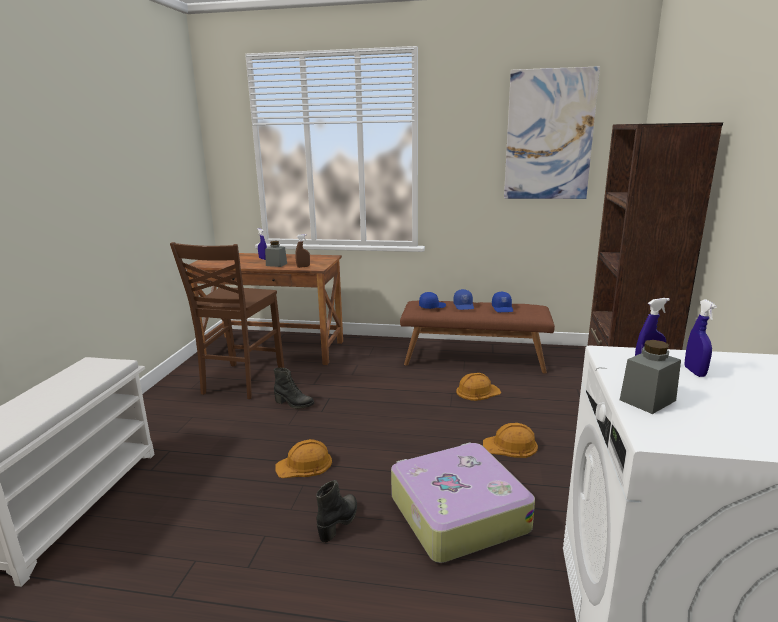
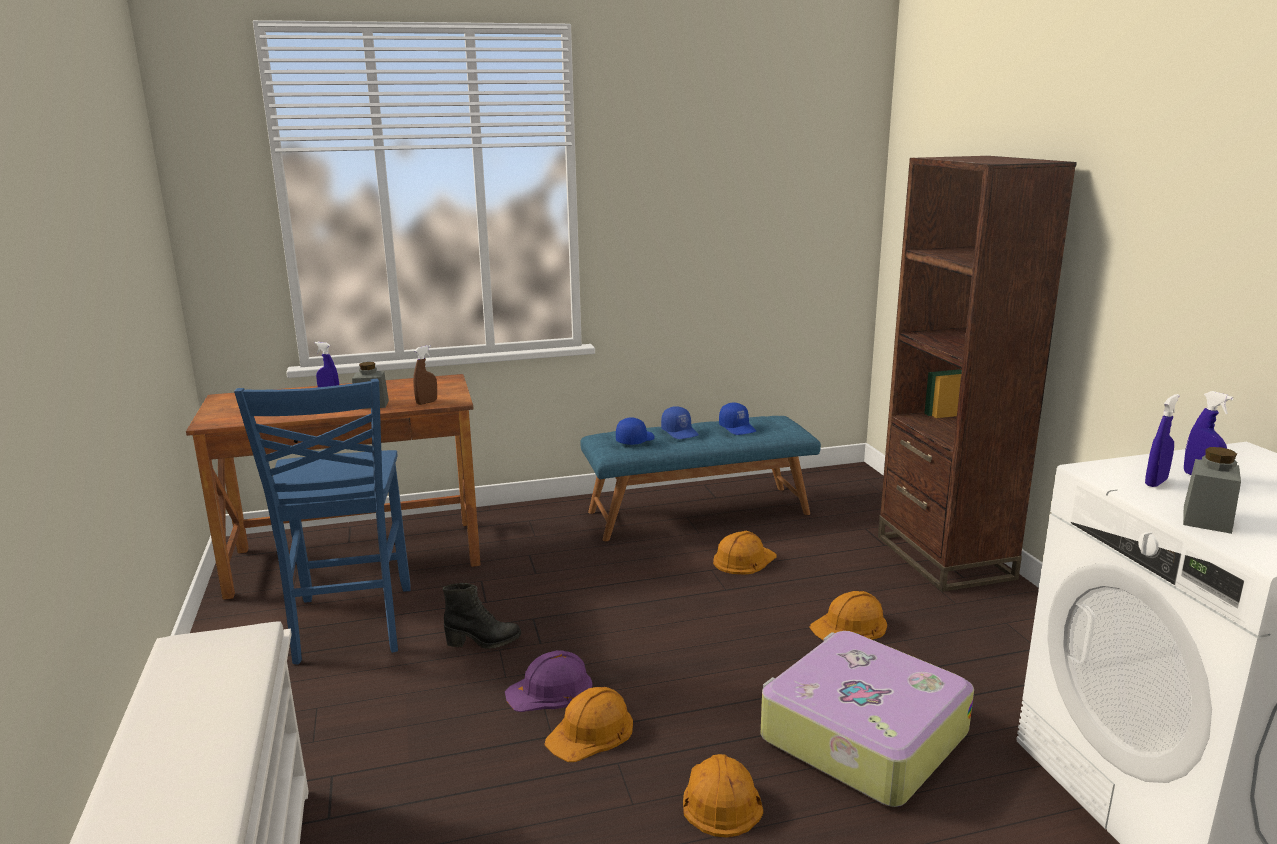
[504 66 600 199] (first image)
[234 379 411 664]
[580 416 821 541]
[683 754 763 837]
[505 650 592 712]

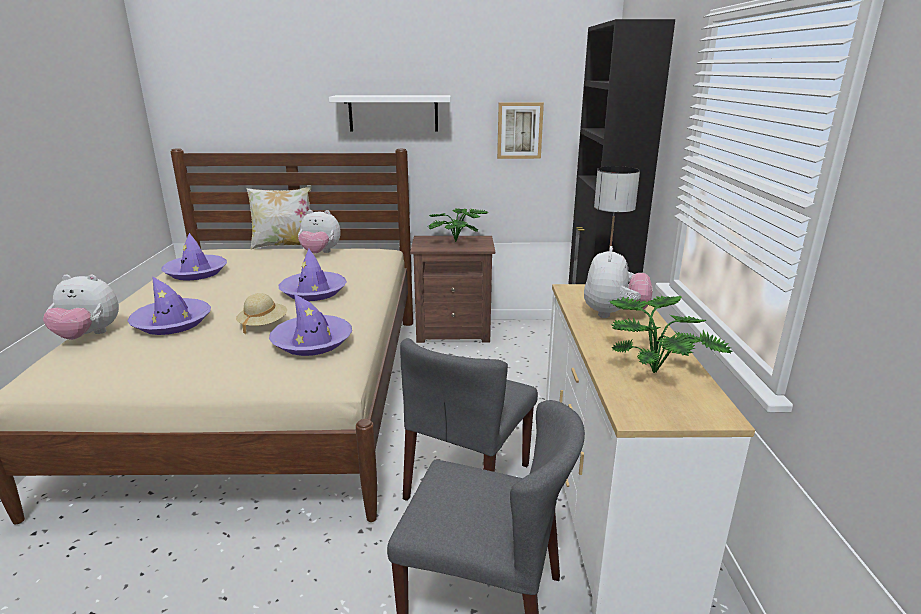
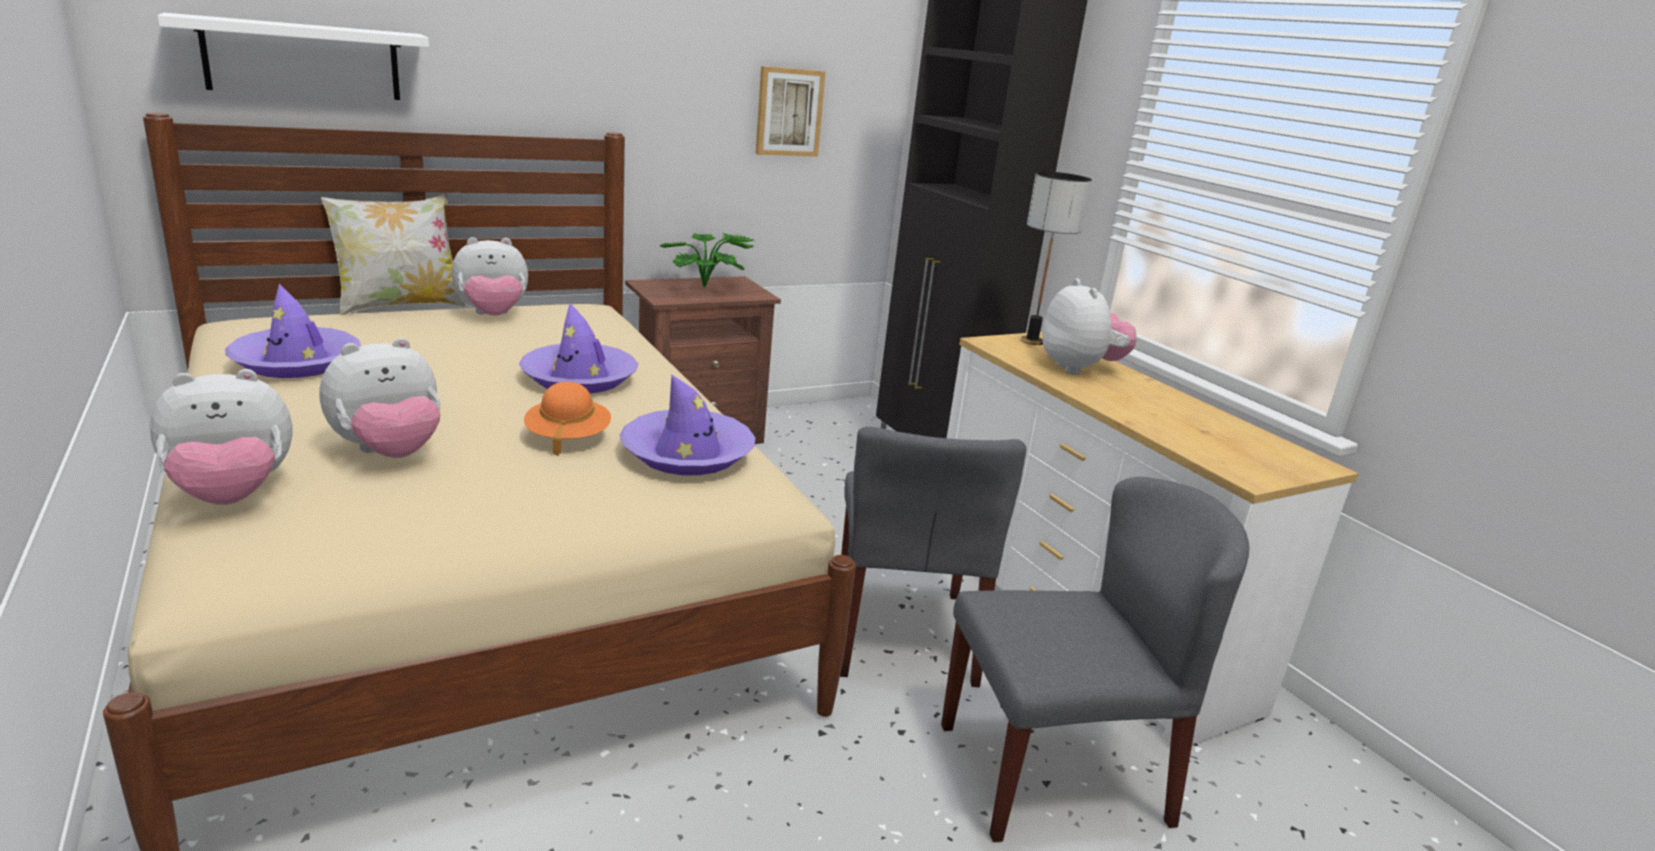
[157 13 429 100]
[319 338 441 458]
[524 382 611 456]
[609 296 733 373] (first image)

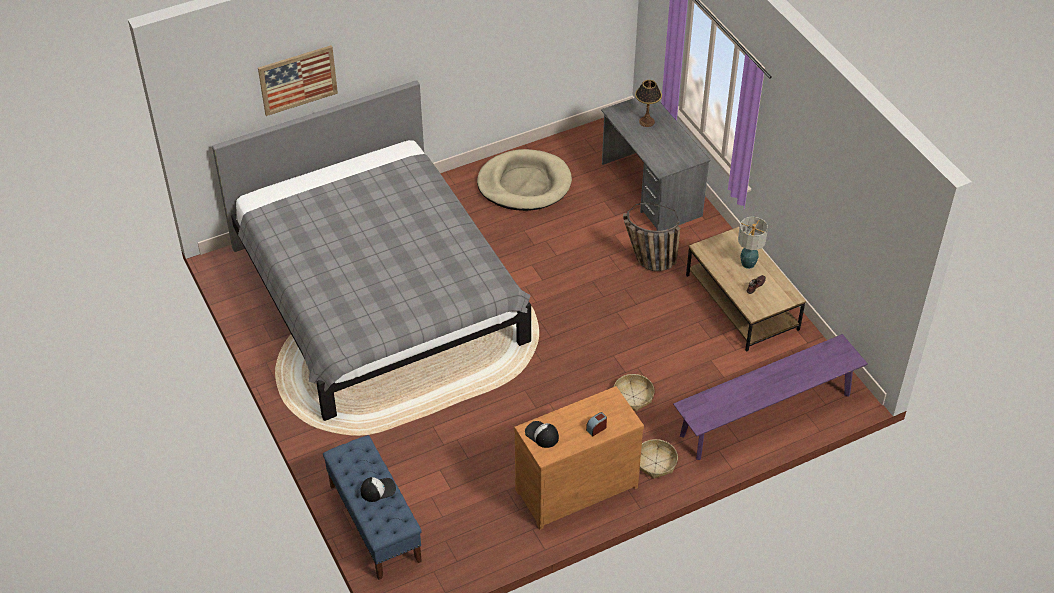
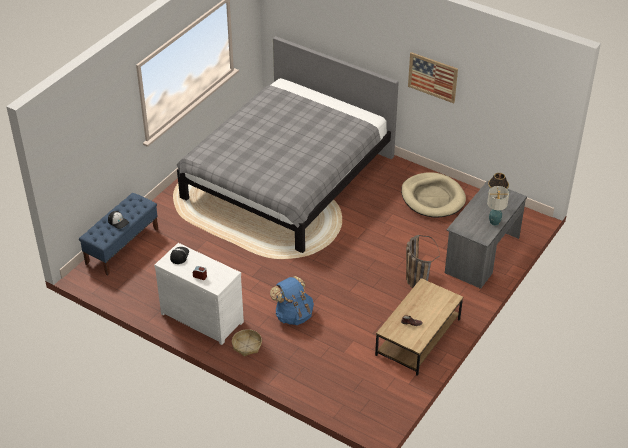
[408 52 458 103]
[487 186 509 226]
[673 334 868 460] (first image)
[270 276 314 325]
[154 243 244 345]

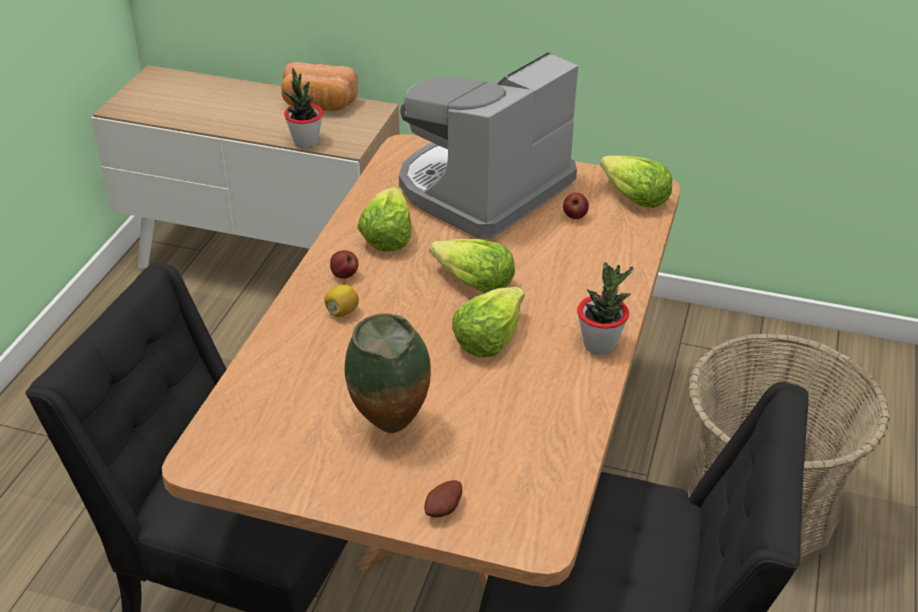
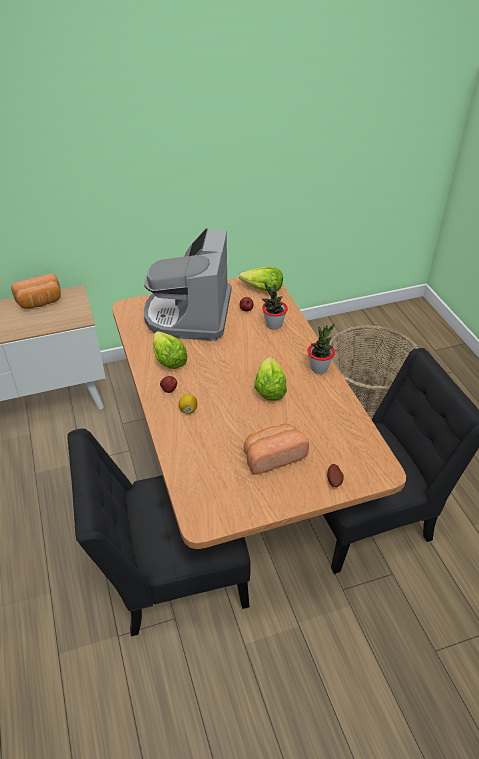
[262 283 288 330]
[430 239 515 292] (first image)
[244 424 309 475]

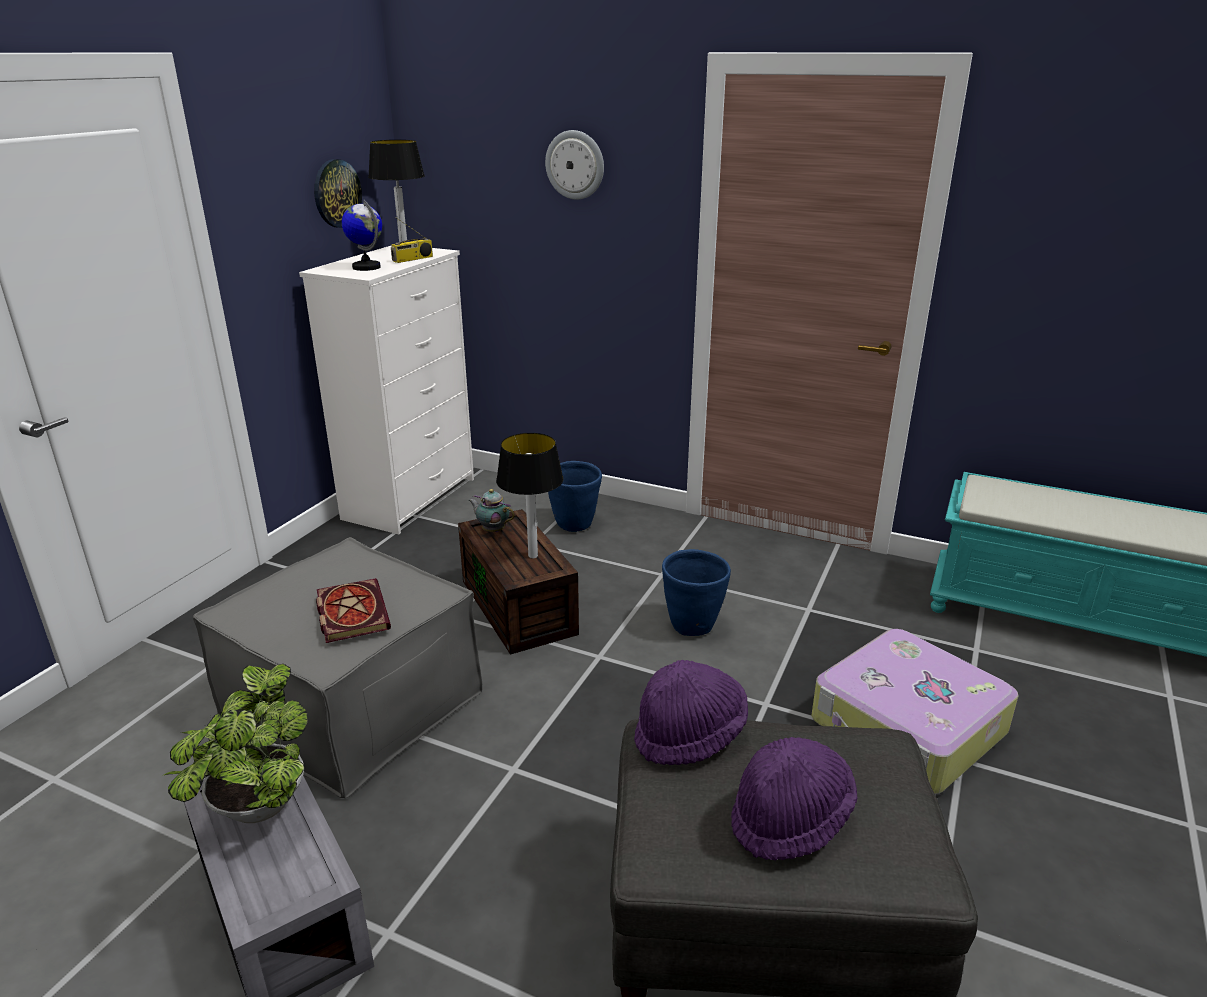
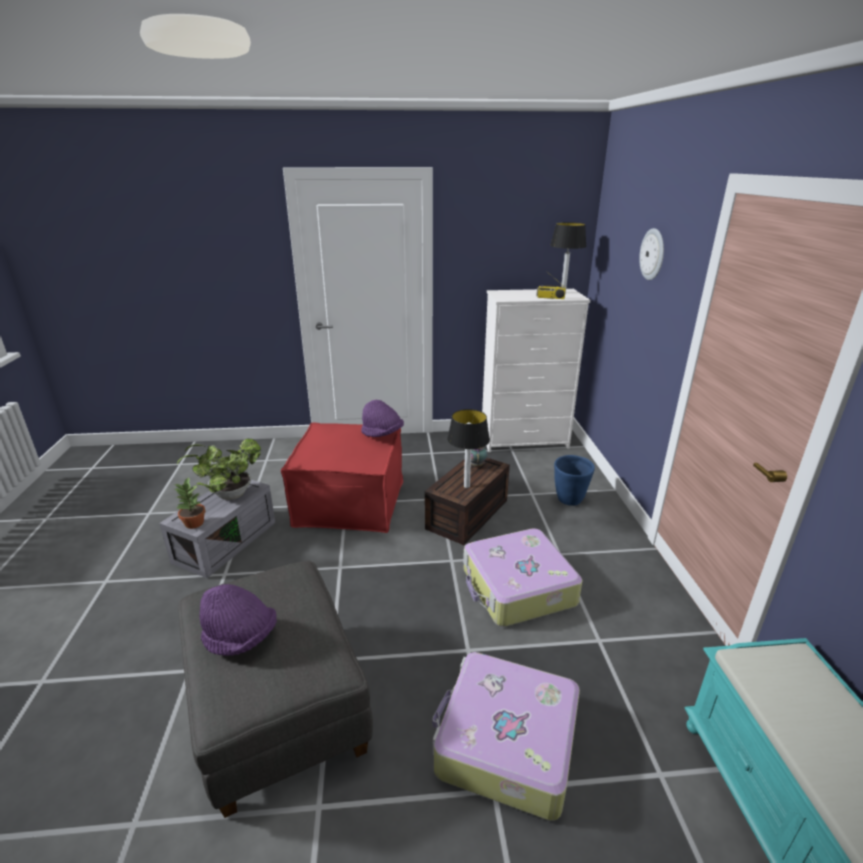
[314 159 362 228] (first image)
[342 200 382 271] (first image)
[281 423 403 533]
[463 528 582 627]
[316 578 391 643] (first image)
[361 400 404 437]
[175 478 205 529]

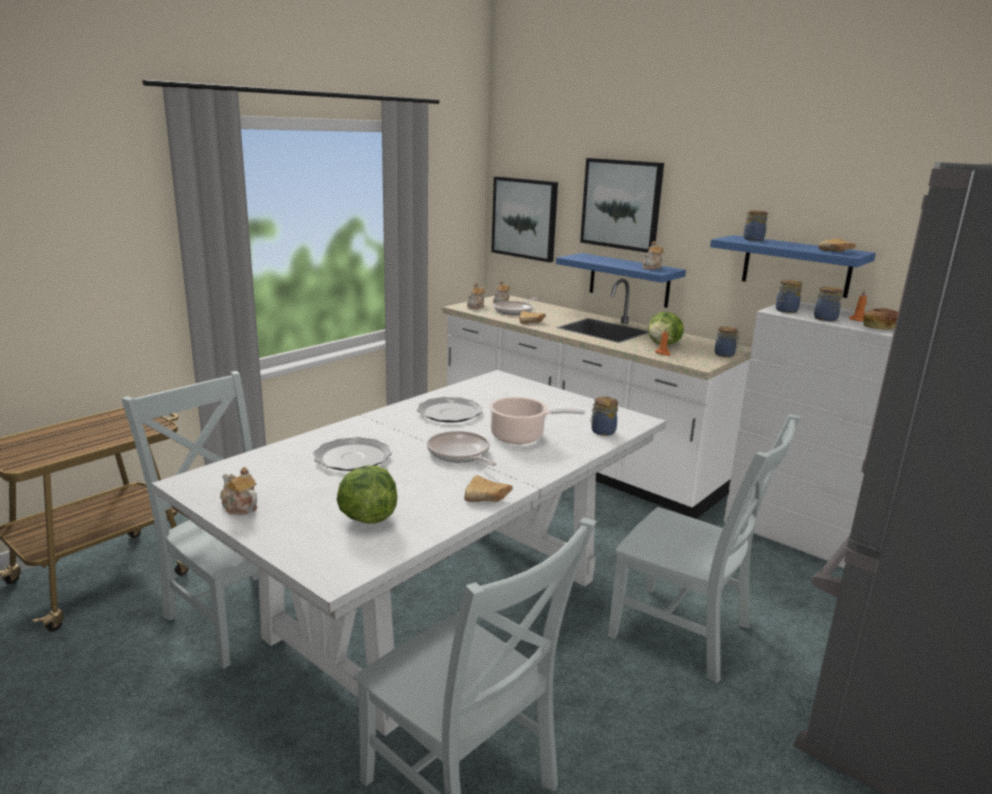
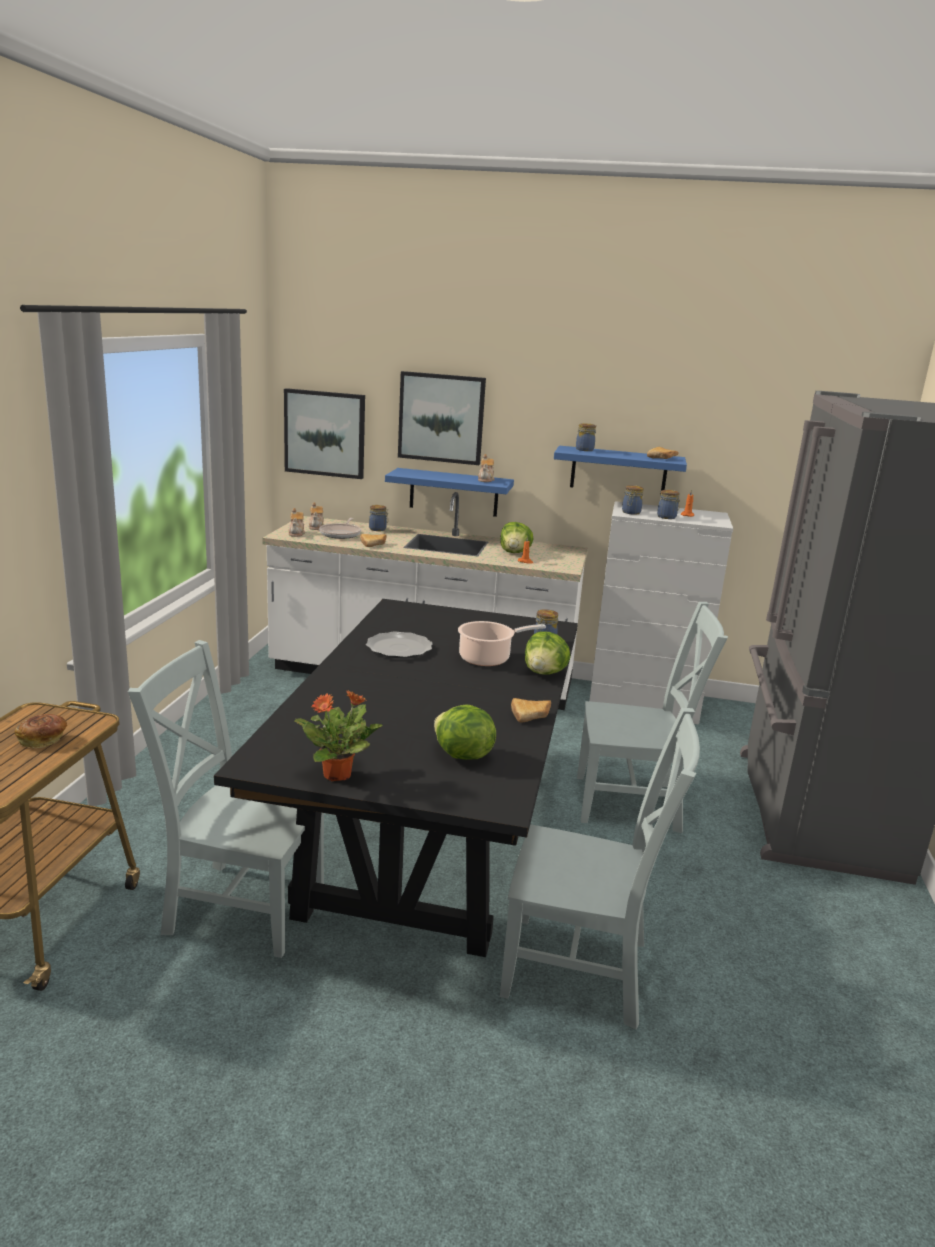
[15 714 67 748]
[369 505 389 531]
[214 599 578 957]
[427 431 497 466] (first image)
[313 437 392 471] (first image)
[294 690 382 781]
[525 631 570 675]

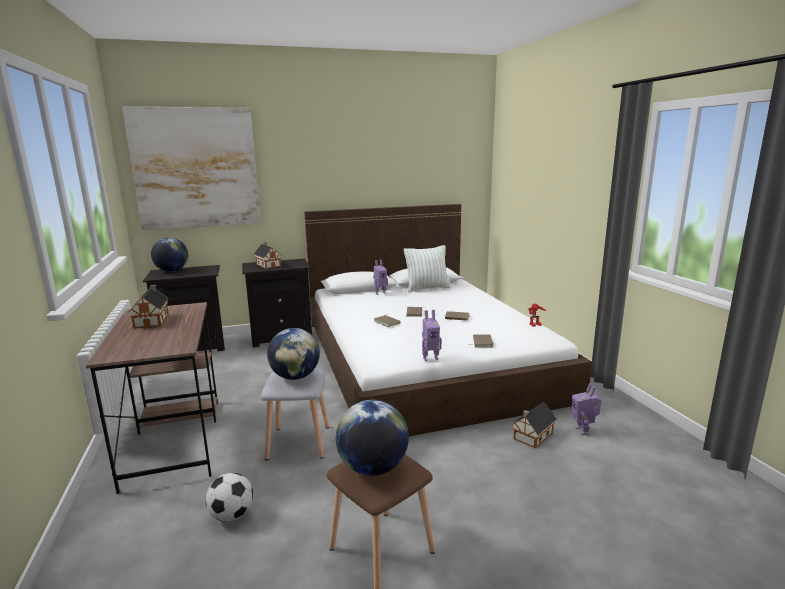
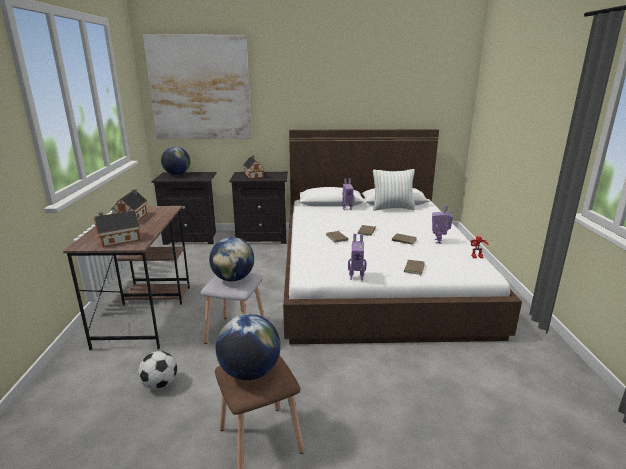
[432 204 453 244]
[94 210 140 247]

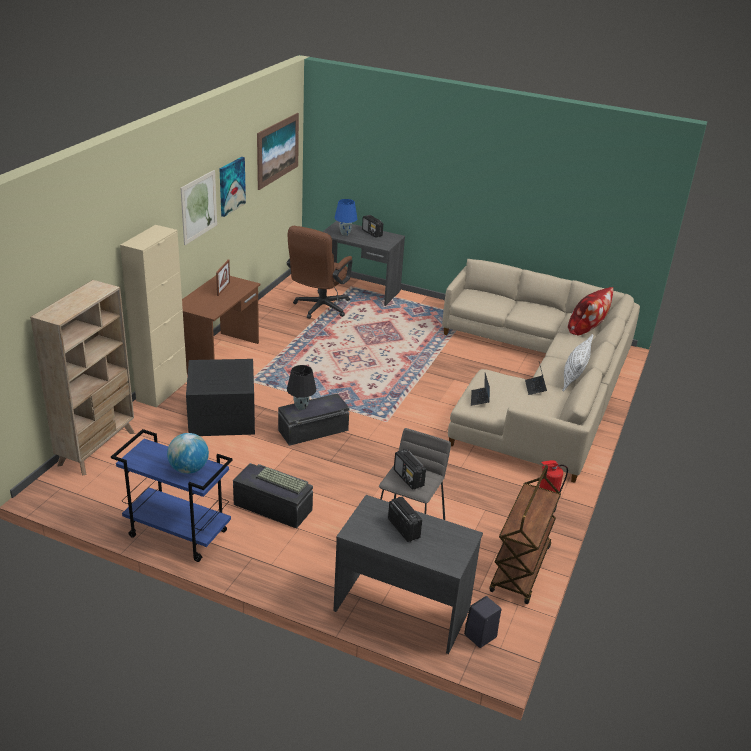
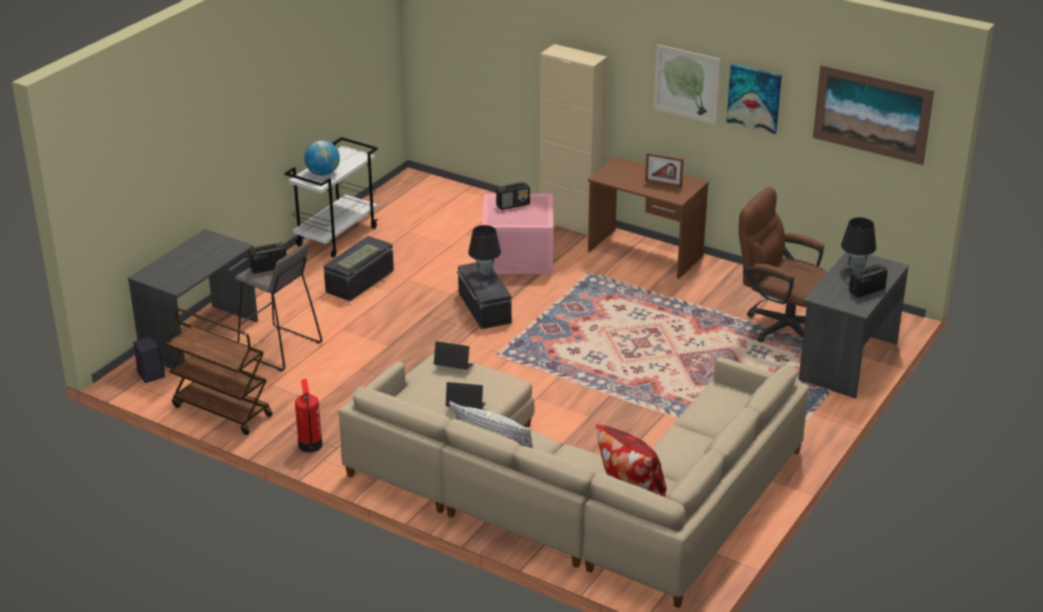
[841 217 876 271]
[30 280 135 475] (first image)
[482 194 553 274]
[284 137 378 258]
[496 182 530 210]

